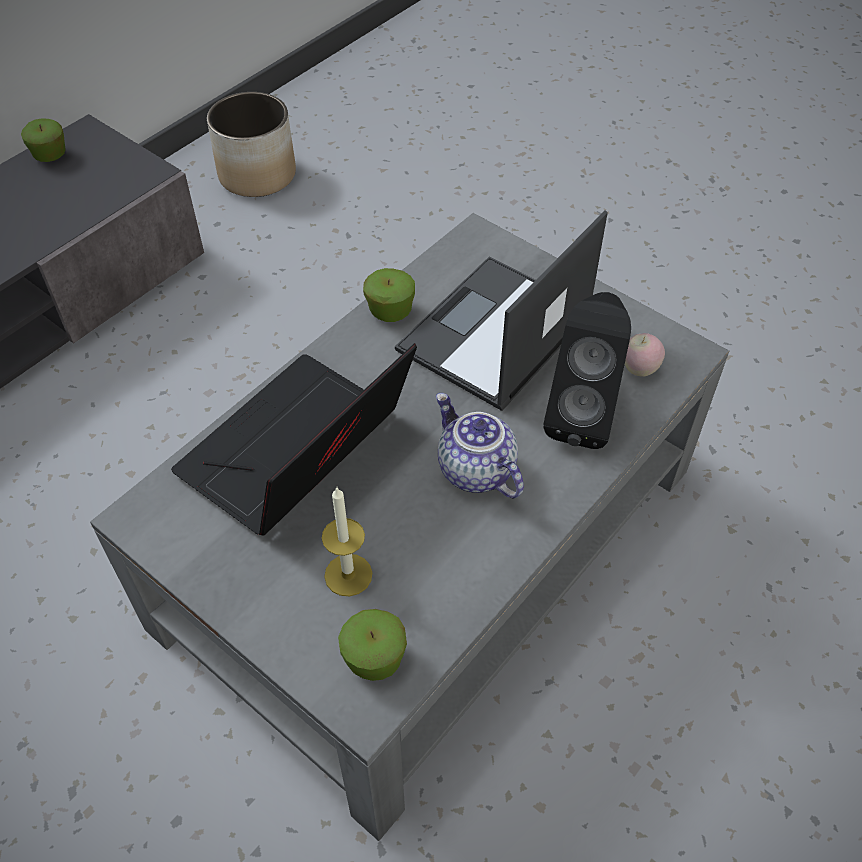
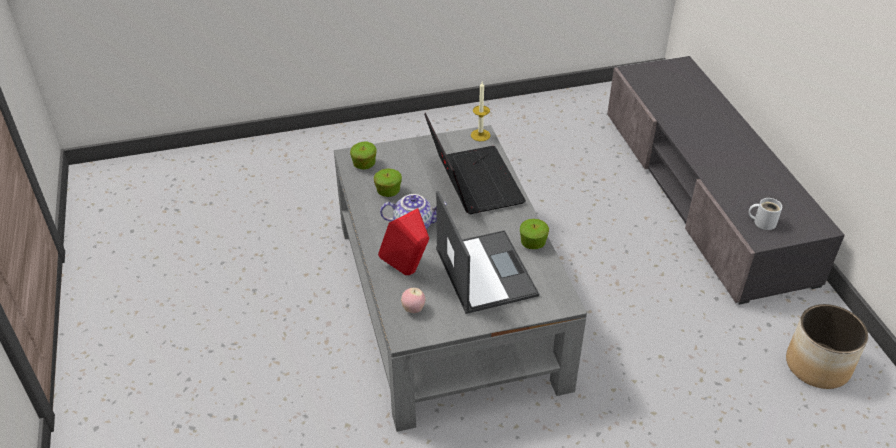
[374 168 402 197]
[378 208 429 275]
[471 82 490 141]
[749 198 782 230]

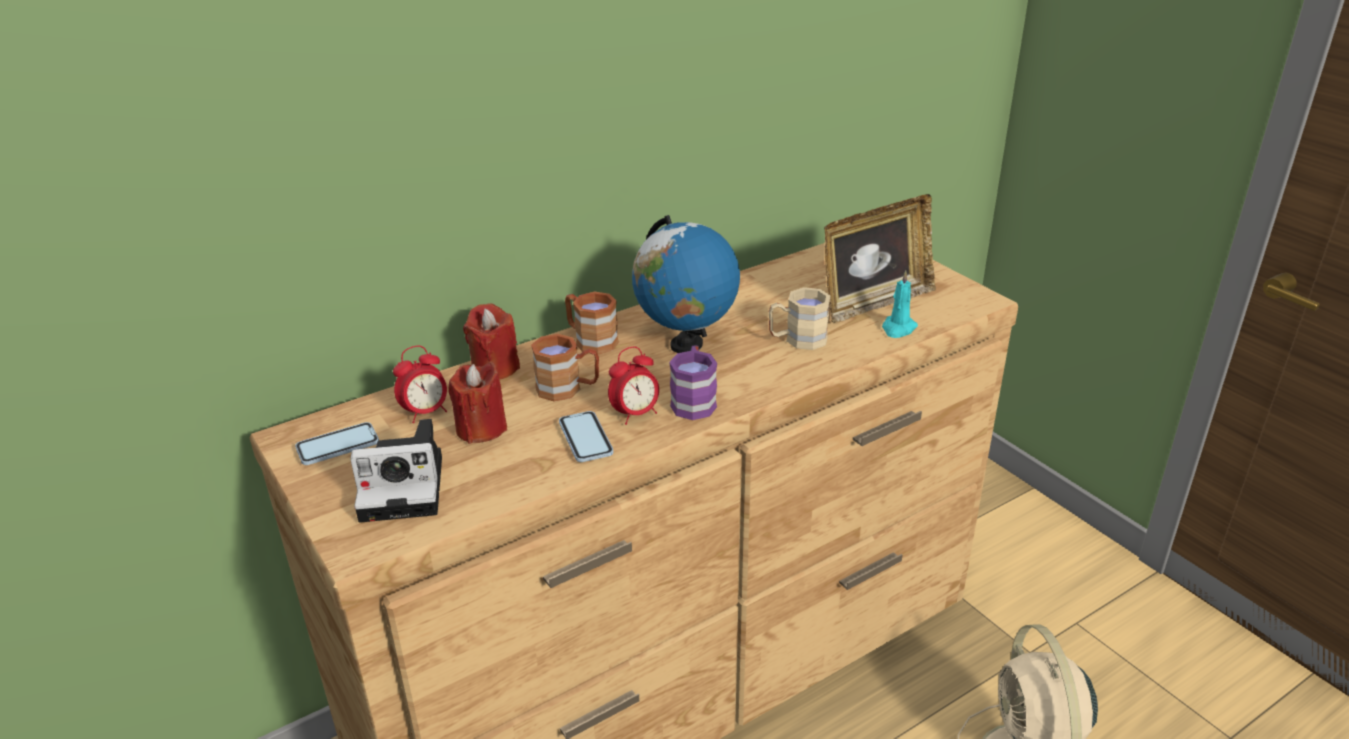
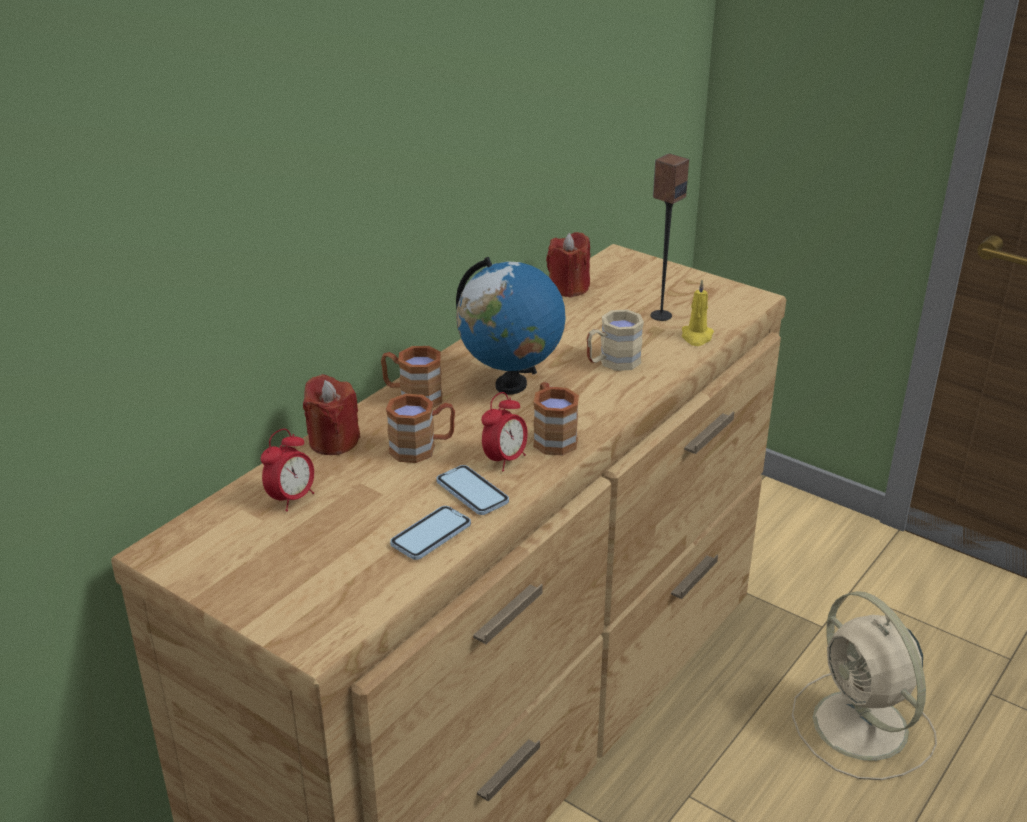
[650 153 689 321]
[682 280 714 346]
[533 382 579 455]
[546 232 590 298]
[350 419 442 523] (first image)
[390 506 471 560]

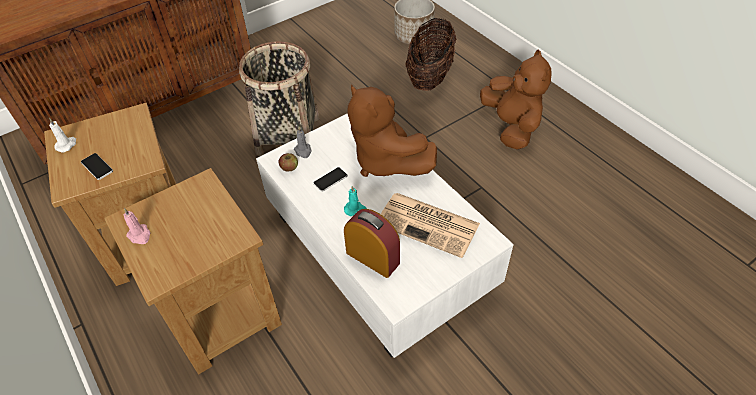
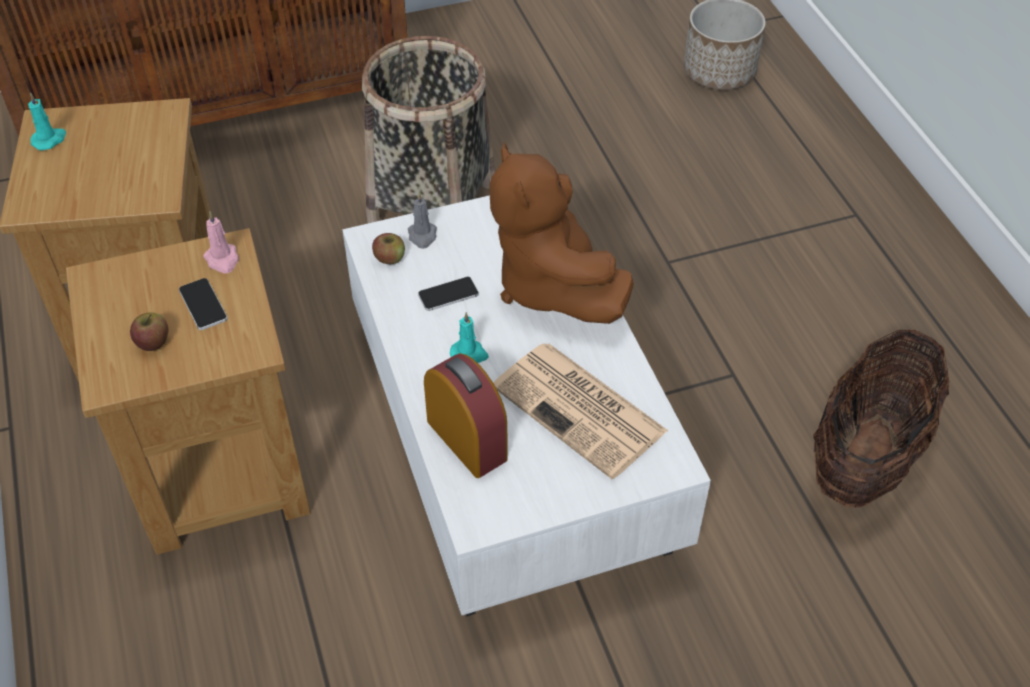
[813 329 949 508]
[480 50 552 150] (first image)
[28 93 67 151]
[179 278 228 330]
[203 211 239 274]
[130 312 168 351]

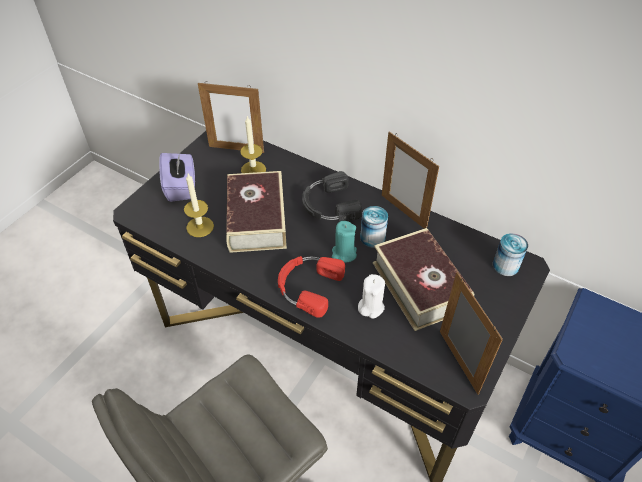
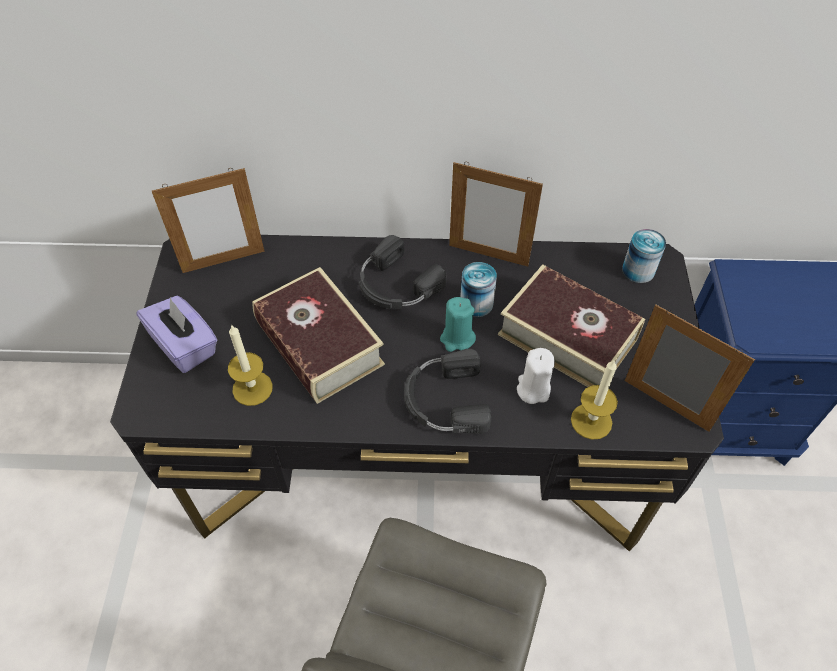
[571 359 618 440]
[404 349 491 434]

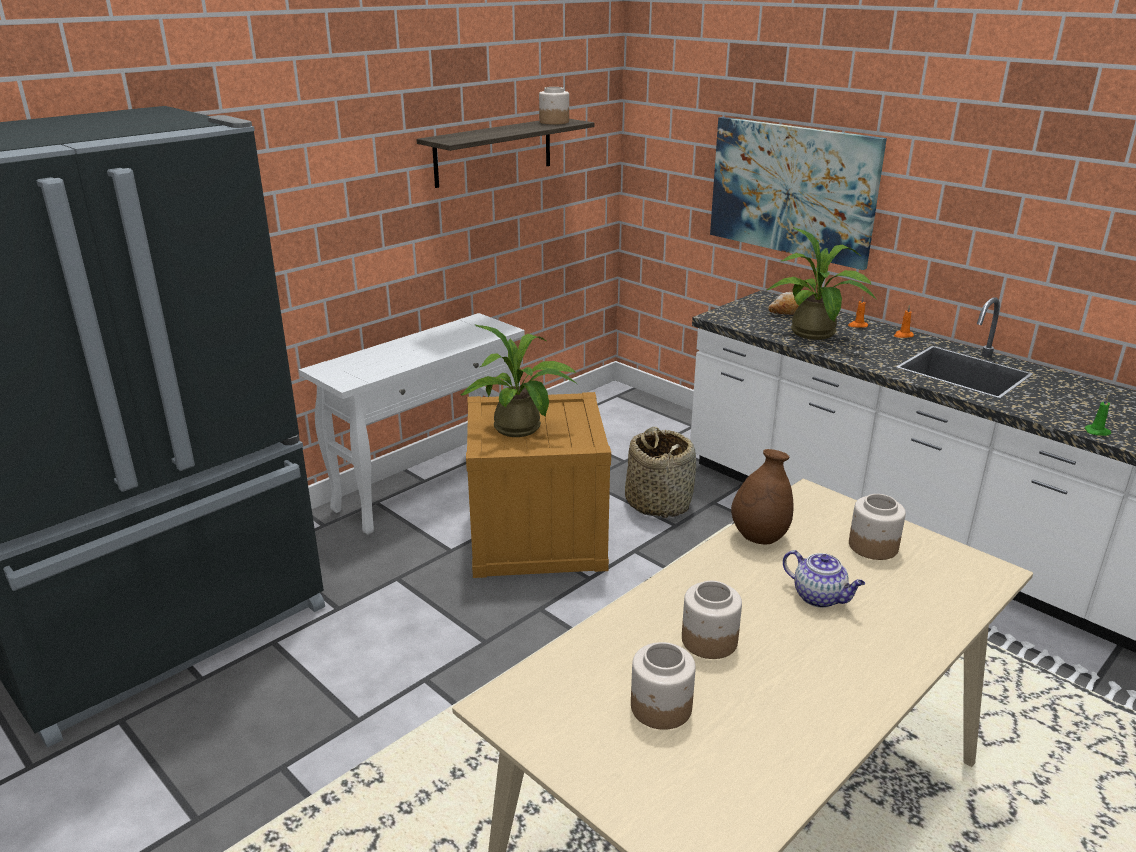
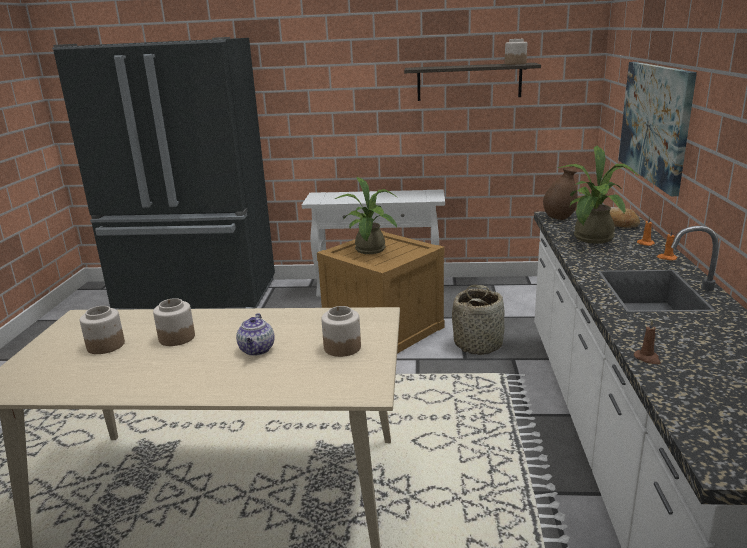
[634 320 661 364]
[543 168 577 220]

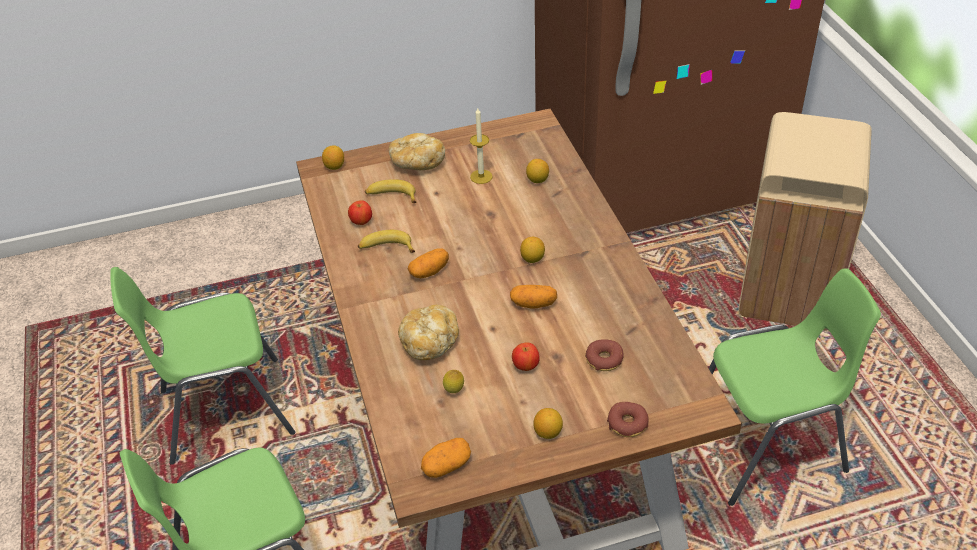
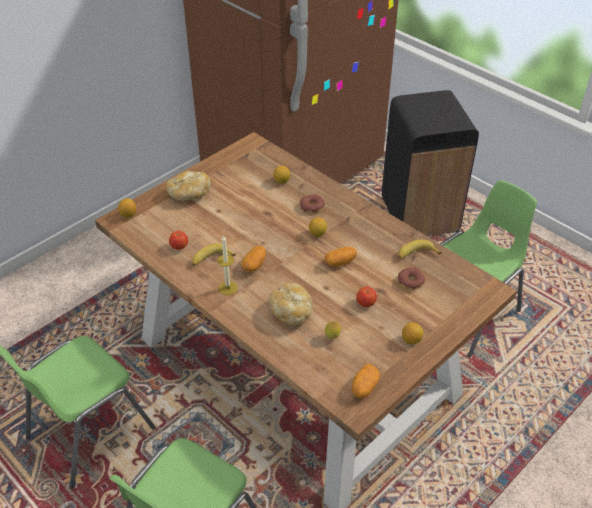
[217 235 238 295]
[382 90 479 236]
[398 240 442 259]
[300 194 325 213]

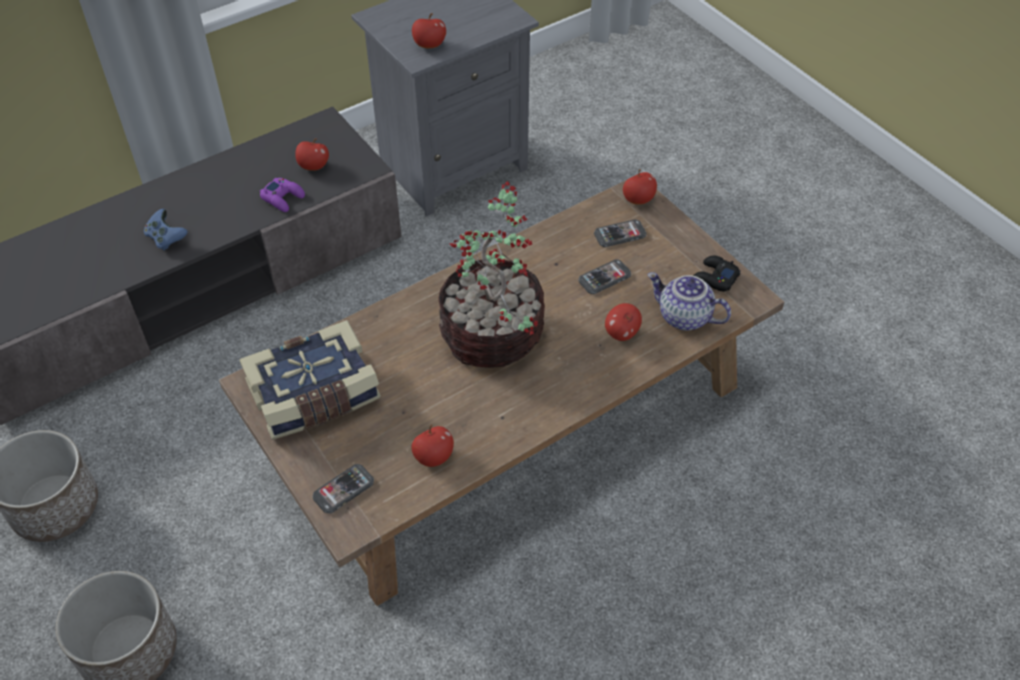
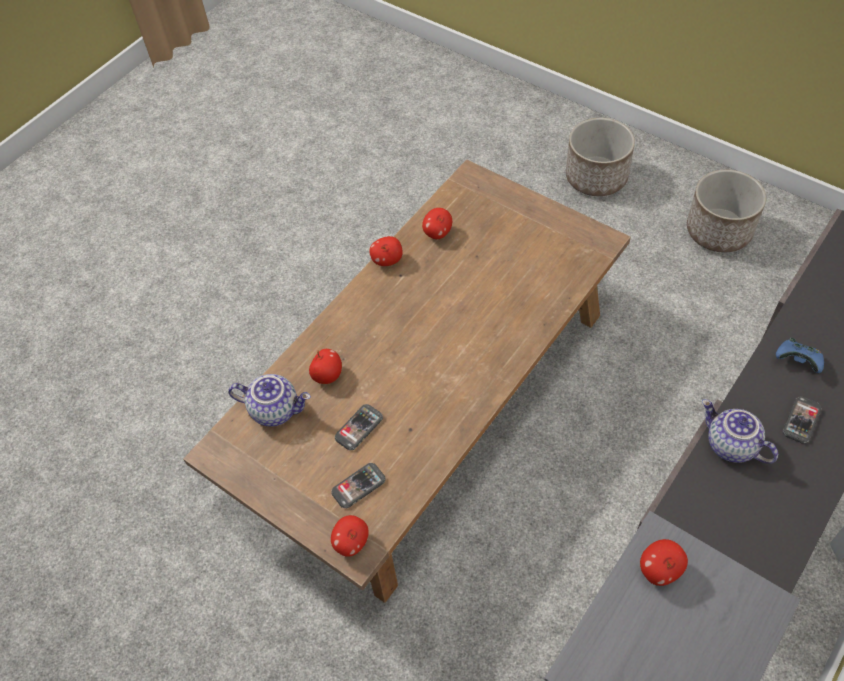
[369 236 403 266]
[702 399 778 464]
[438 181 545 368] (first image)
[693 256 741 292] (first image)
[239 320 381 440] (first image)
[783 396 822 444]

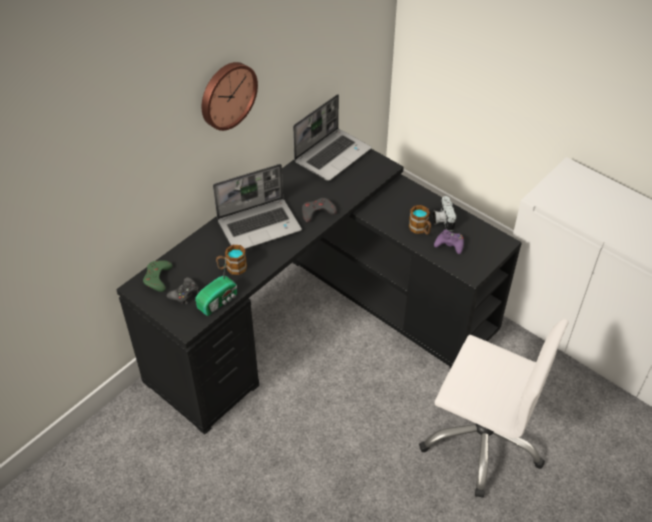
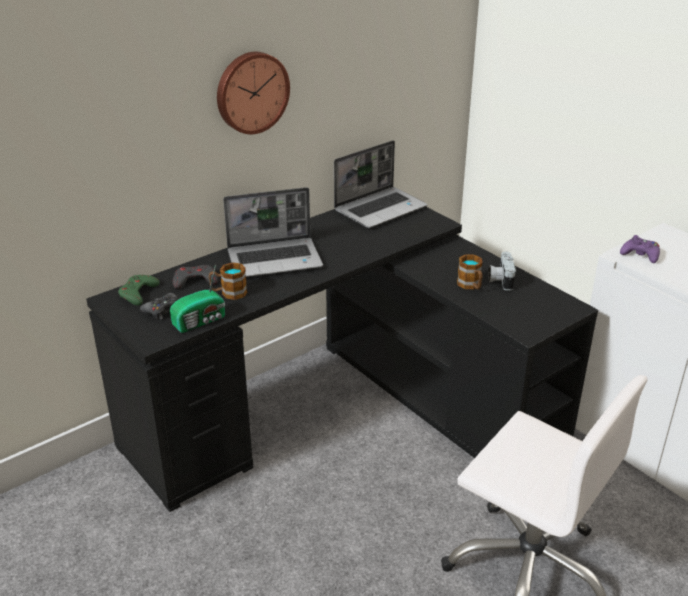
[173 265 218 289]
[620 235 660 263]

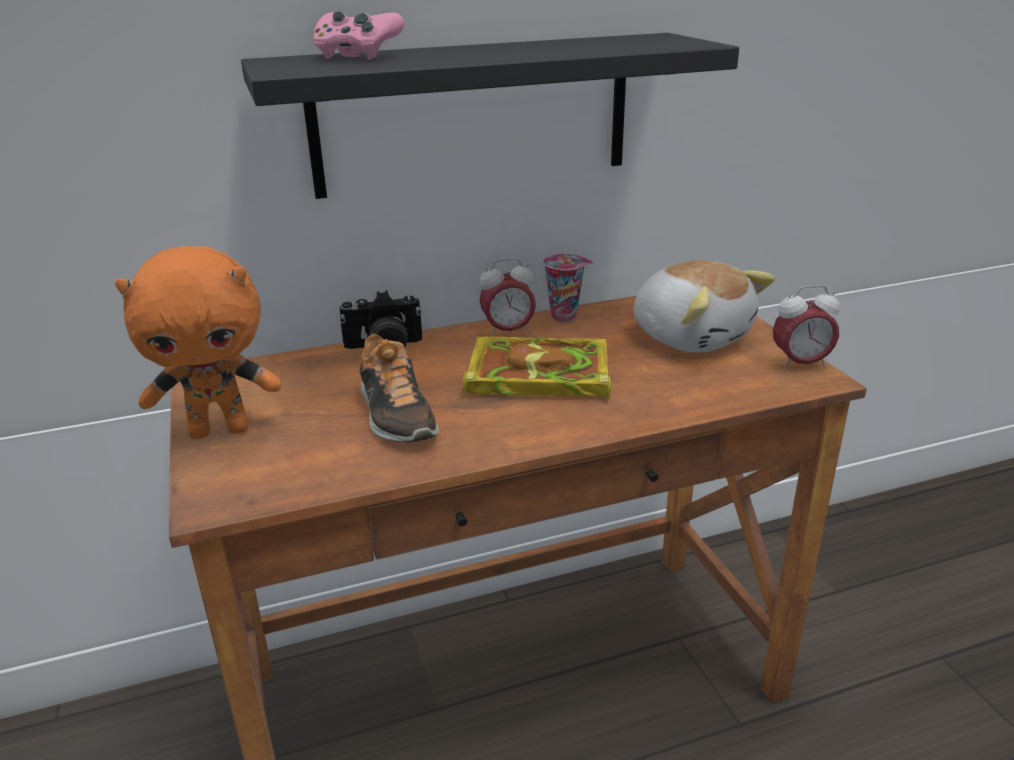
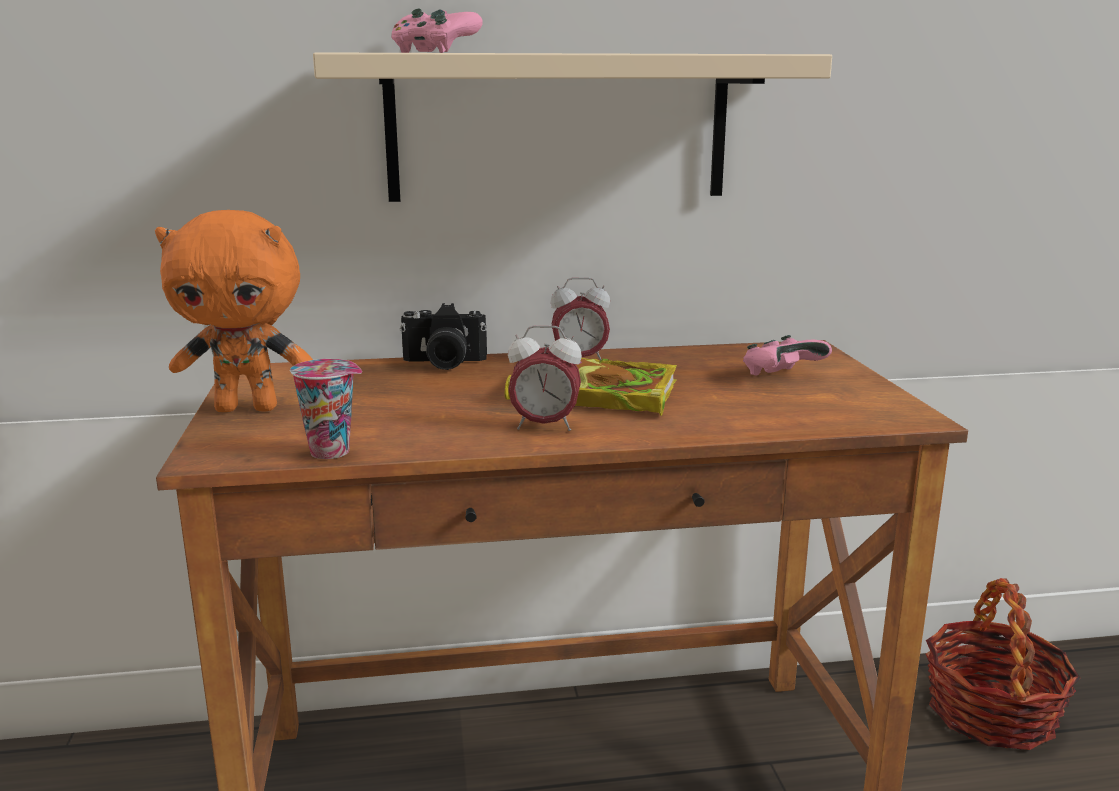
[313 52 832 202]
[290 359 362 459]
[743 335 832 376]
[508 325 582 431]
[359 333 439 442] (first image)
[926 578 1081 750]

